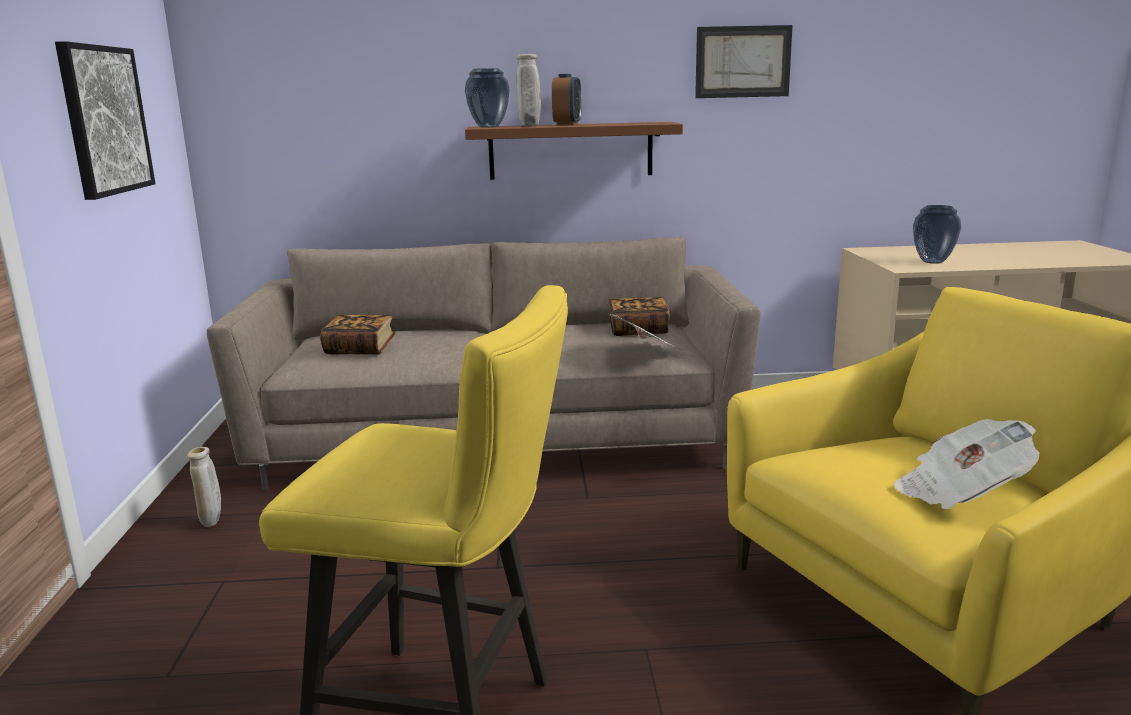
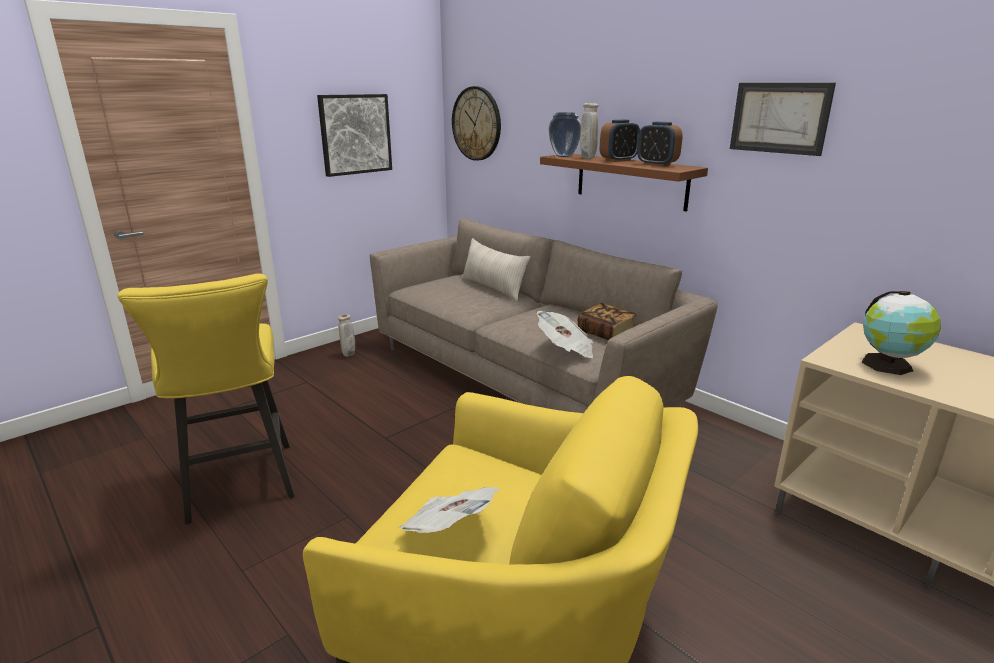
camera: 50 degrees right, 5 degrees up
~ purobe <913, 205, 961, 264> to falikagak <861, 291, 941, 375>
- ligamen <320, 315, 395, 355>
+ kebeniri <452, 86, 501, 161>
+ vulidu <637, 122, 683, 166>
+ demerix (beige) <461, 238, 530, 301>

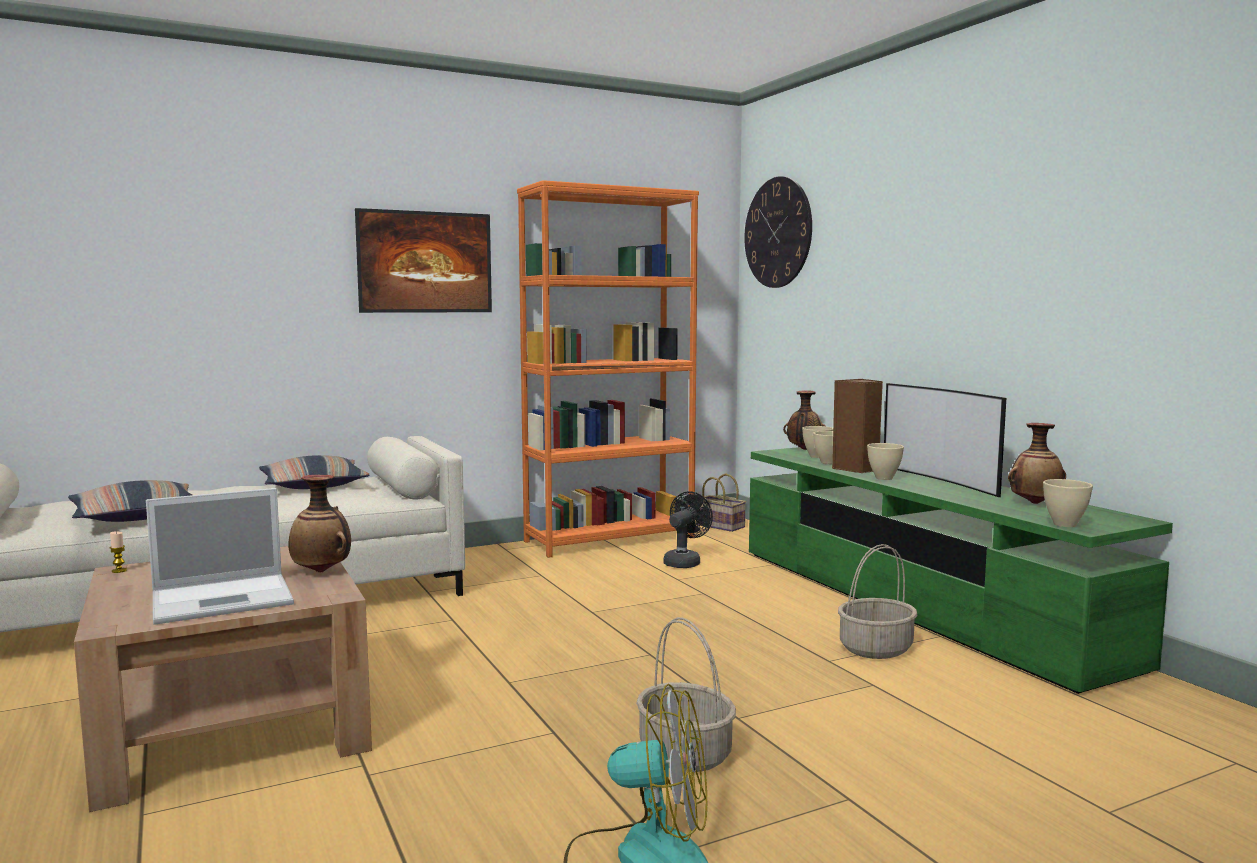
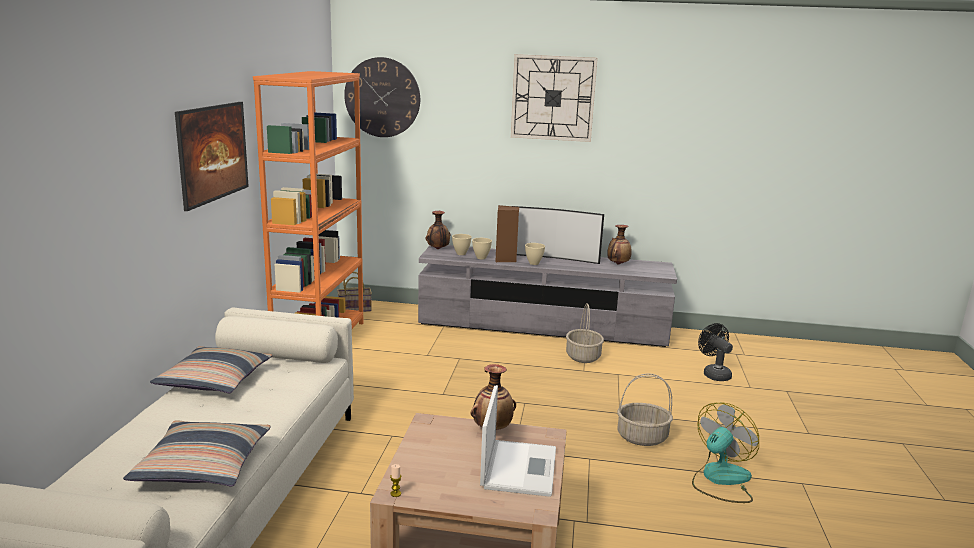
camera: 55 degrees left, 10 degrees up
~ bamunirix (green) <749, 447, 1173, 694> to bamunirix (grey) <418, 245, 677, 347>
- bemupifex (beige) <1043, 479, 1093, 527>
~ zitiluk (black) <663, 492, 713, 568> to <698, 323, 733, 381>
+ kebeniri <511, 54, 598, 142>

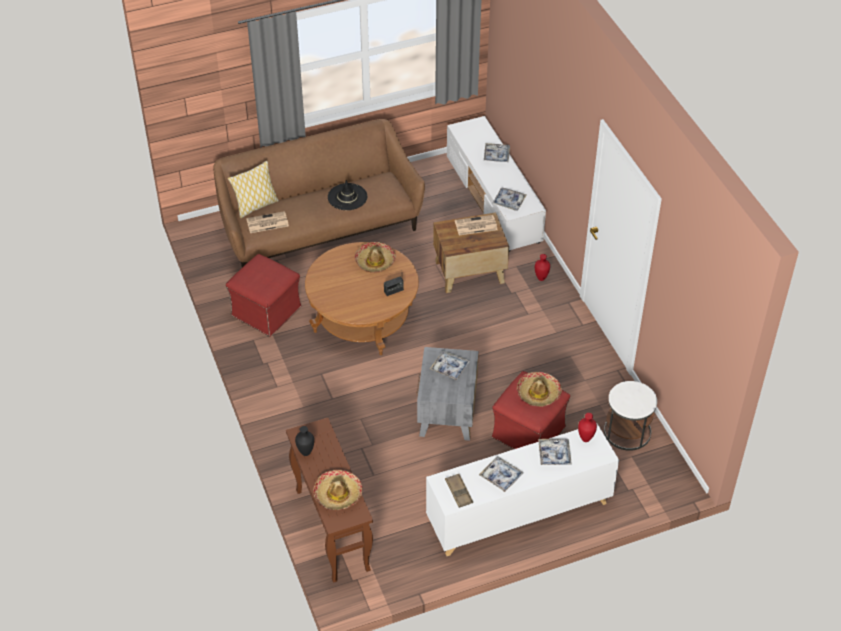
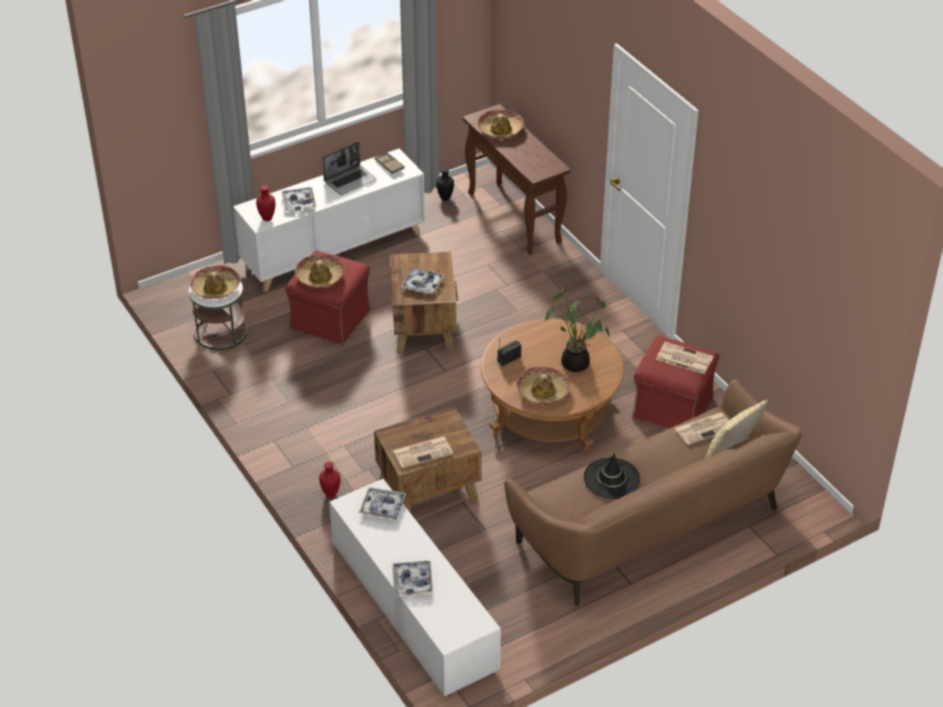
camera: 170 degrees right, 5 degrees down
~ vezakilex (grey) <417, 347, 479, 441> to vezakilex (brown) <390, 252, 458, 354>
~ purobe (black) <295, 426, 314, 456> to <436, 168, 454, 201>
~ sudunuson <479, 457, 524, 492> to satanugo <322, 142, 377, 195>
+ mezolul <190, 266, 241, 299>
+ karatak <545, 288, 610, 372>
+ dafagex <656, 342, 714, 374>

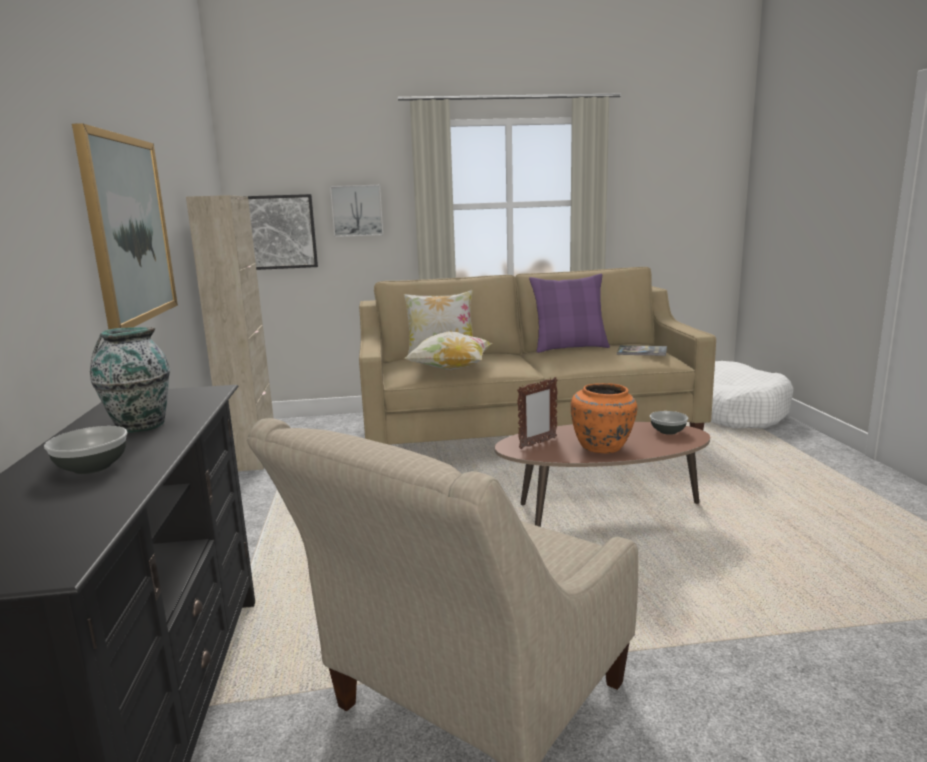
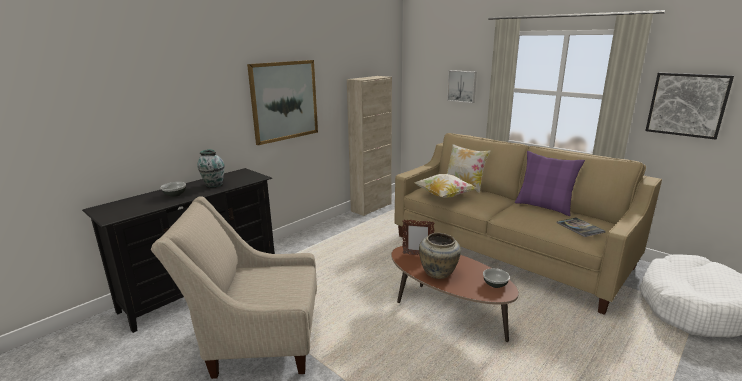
camera: 50 degrees right, 5 degrees up
~ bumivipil <245, 194, 318, 270> to <645, 73, 734, 140>
~ purobe (orange) <571, 383, 637, 453> to purobe (beige) <419, 233, 461, 279>

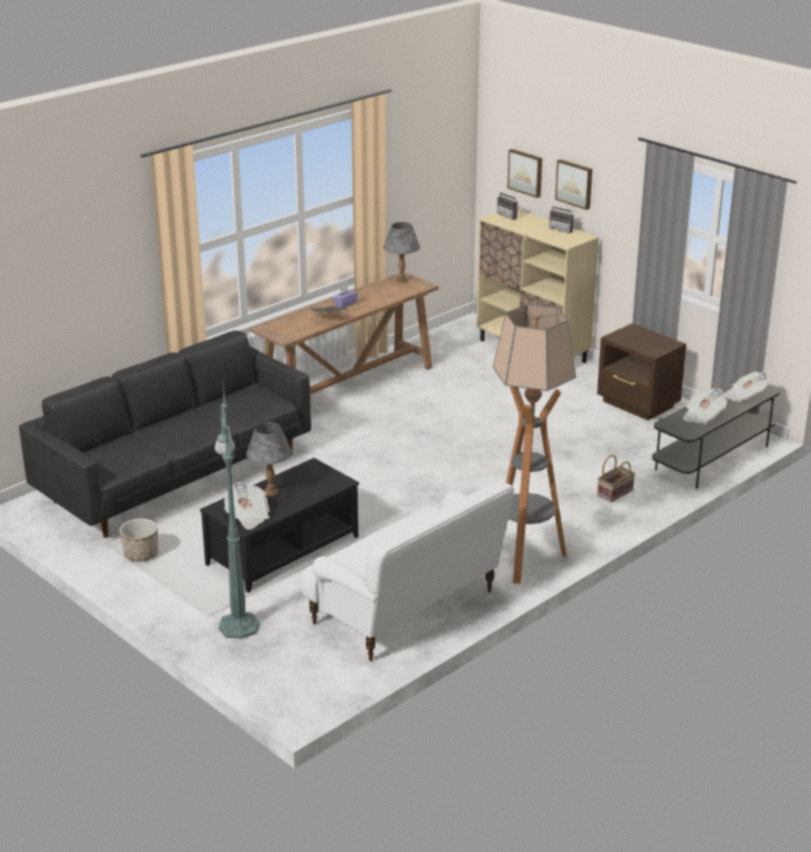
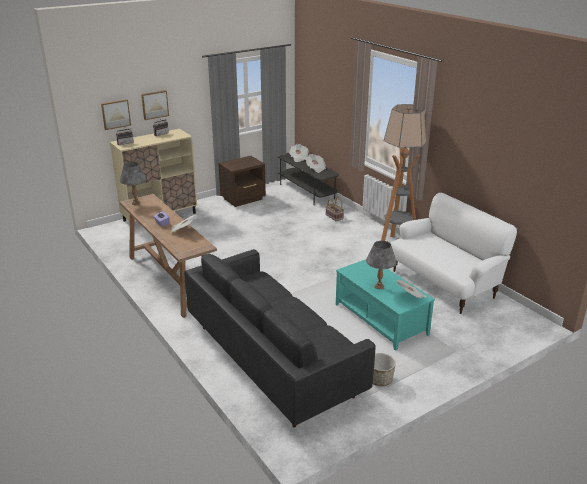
camera: 80 degrees left, 0 degrees up
- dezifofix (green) <215, 382, 260, 639>
~ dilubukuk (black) <200, 458, 359, 593> to dilubukuk (turquoise) <336, 259, 435, 351>

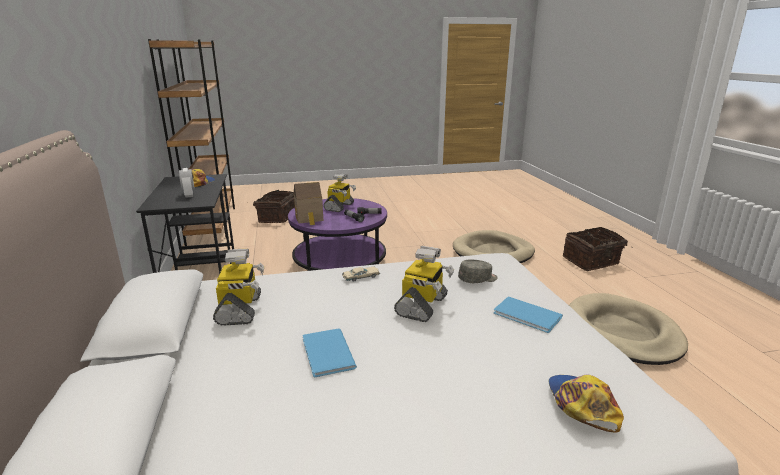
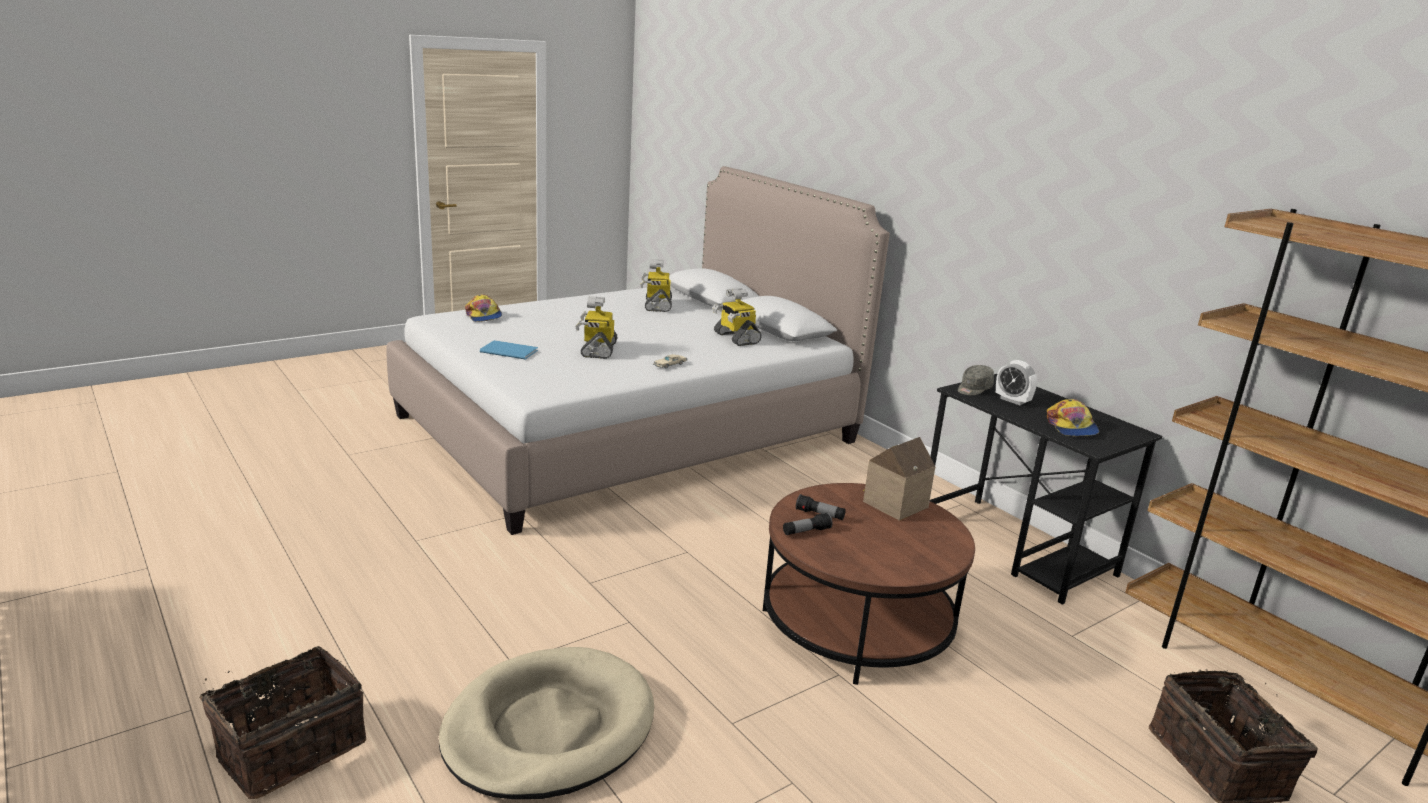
camera: 155 degrees right, 0 degrees up
~ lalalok <324, 173, 356, 212> to <640, 259, 672, 312>
~ dilubukuk (purple) <288, 198, 387, 271> to dilubukuk (brown) <763, 483, 975, 685>
~ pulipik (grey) <458, 260, 497, 283> to <958, 365, 994, 396>
- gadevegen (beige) <569, 293, 688, 365>
- ligamen (blue) <302, 328, 357, 377>

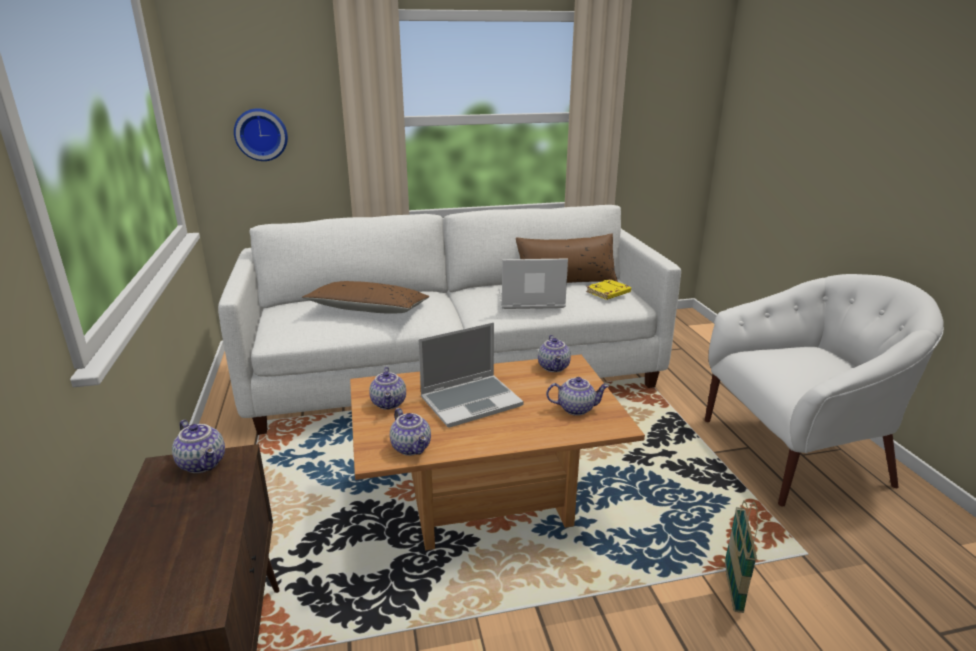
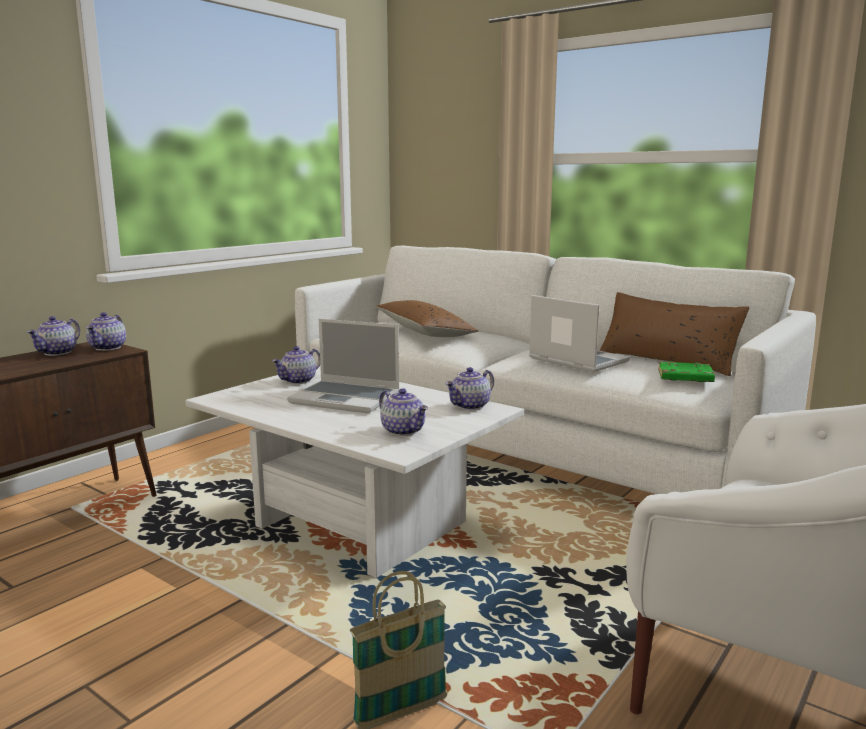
camera: 50 degrees right, 10 degrees down
- kebeniri <234, 108, 288, 161>
~ ligamen (yellow) <586, 279, 631, 300> to ligamen (green) <658, 361, 715, 382>
~ dilubukuk (brown) <350, 355, 645, 550> to dilubukuk (white) <185, 364, 524, 578>
~ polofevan <390, 408, 431, 456> to <27, 316, 80, 356>

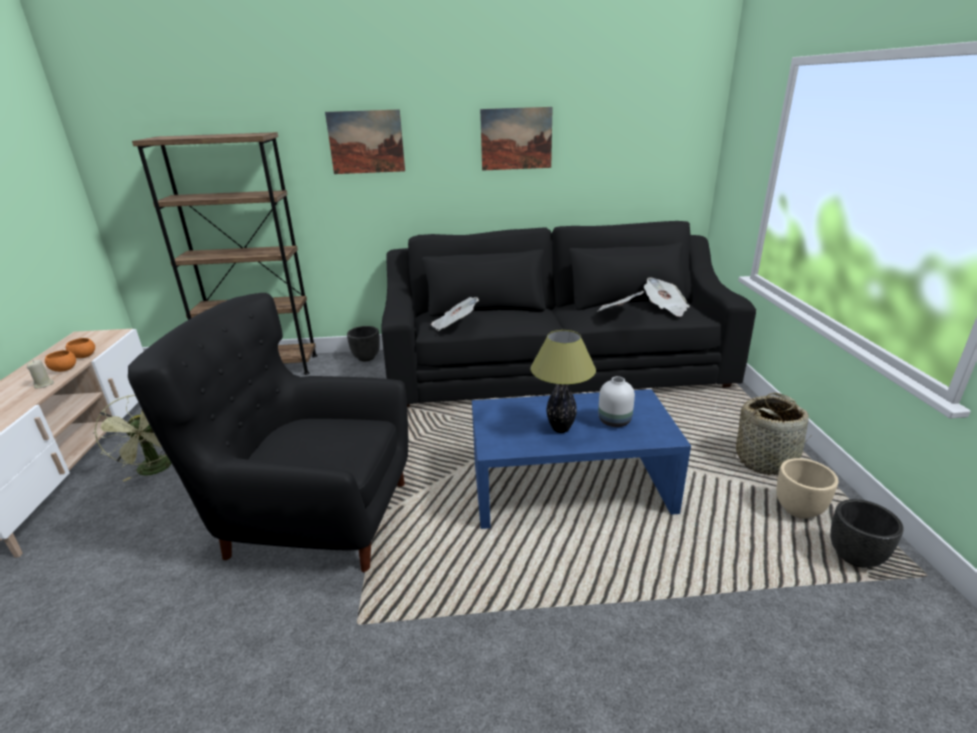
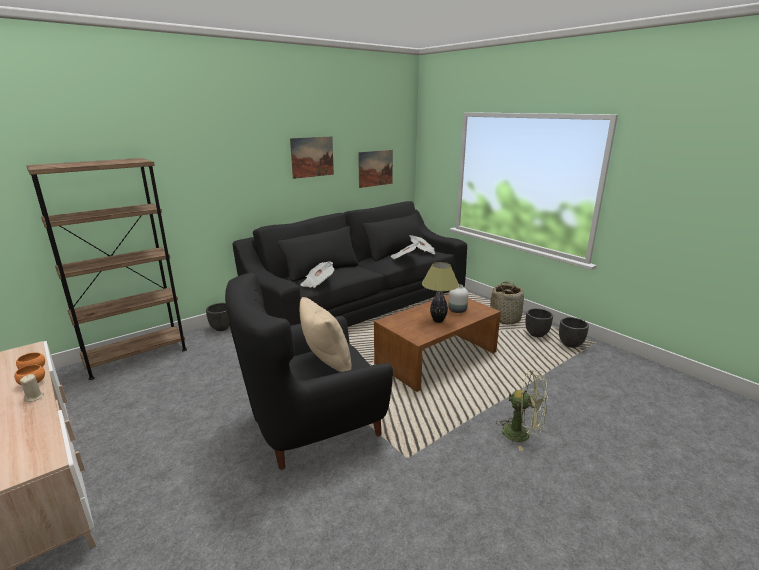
camera: 35 degrees left, 5 degrees down
~ bumivipil <325, 109, 405, 174> to <358, 150, 393, 188>
~ dilubukuk (blue) <472, 389, 691, 529> to dilubukuk (brown) <374, 295, 501, 392>
~ zitiluk (green) <94, 395, 172, 482> to <496, 370, 548, 451>
~ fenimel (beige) <776, 458, 838, 519> to fenimel (black) <525, 308, 553, 337>
+ demerix (beige) <299, 297, 352, 372>

